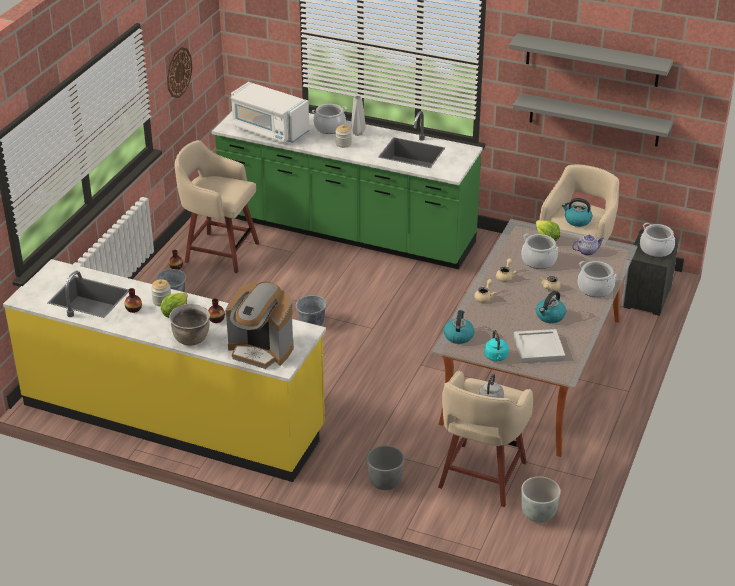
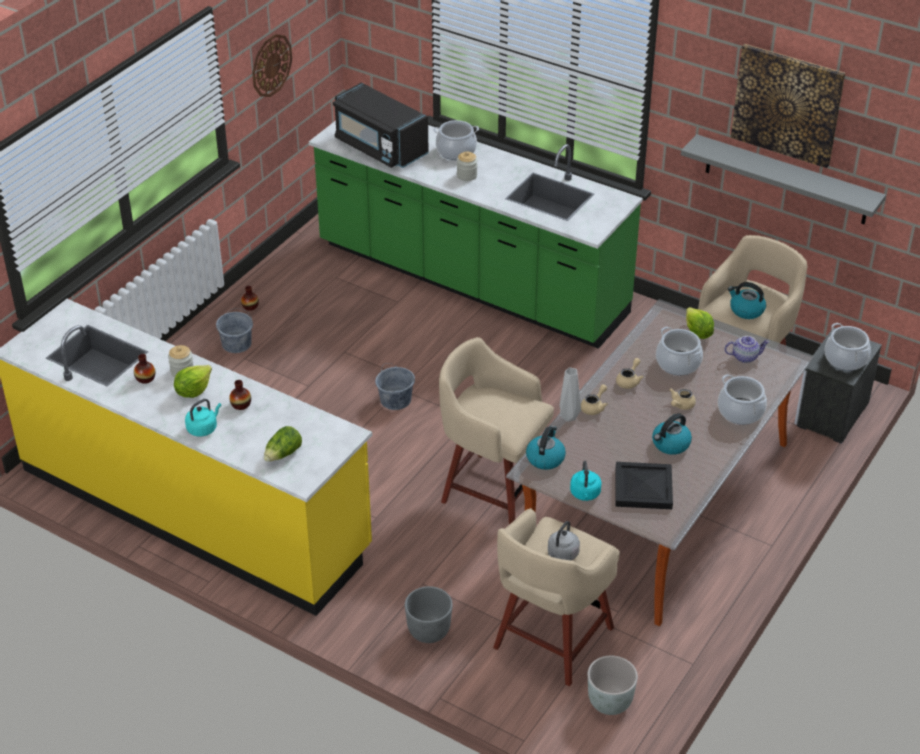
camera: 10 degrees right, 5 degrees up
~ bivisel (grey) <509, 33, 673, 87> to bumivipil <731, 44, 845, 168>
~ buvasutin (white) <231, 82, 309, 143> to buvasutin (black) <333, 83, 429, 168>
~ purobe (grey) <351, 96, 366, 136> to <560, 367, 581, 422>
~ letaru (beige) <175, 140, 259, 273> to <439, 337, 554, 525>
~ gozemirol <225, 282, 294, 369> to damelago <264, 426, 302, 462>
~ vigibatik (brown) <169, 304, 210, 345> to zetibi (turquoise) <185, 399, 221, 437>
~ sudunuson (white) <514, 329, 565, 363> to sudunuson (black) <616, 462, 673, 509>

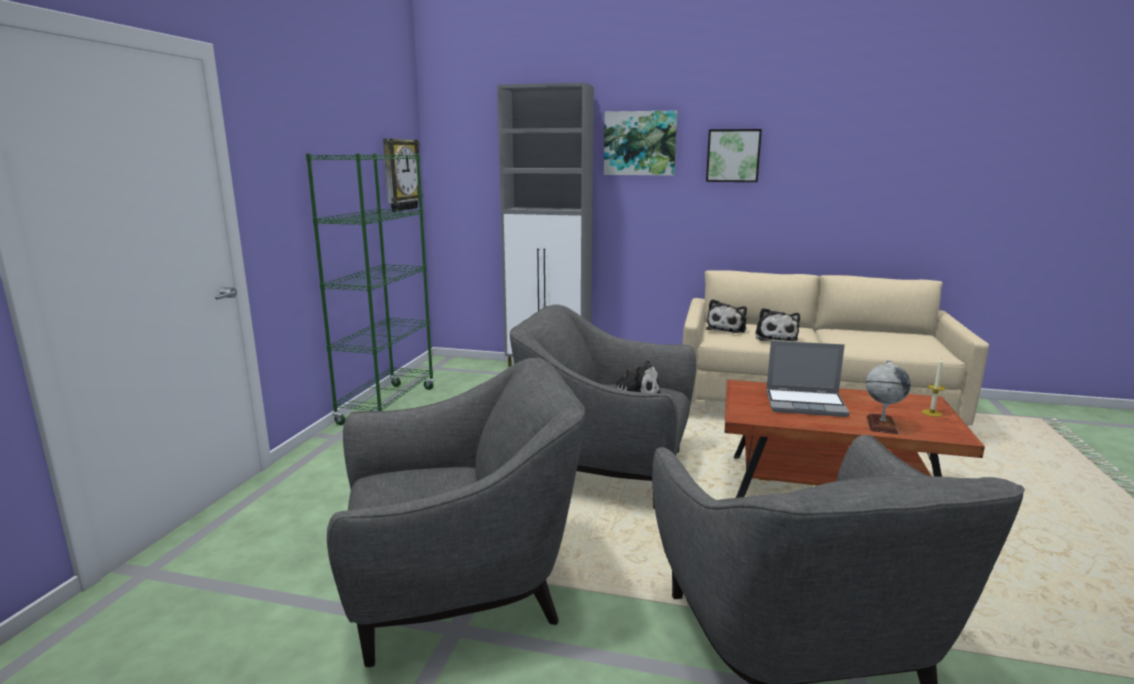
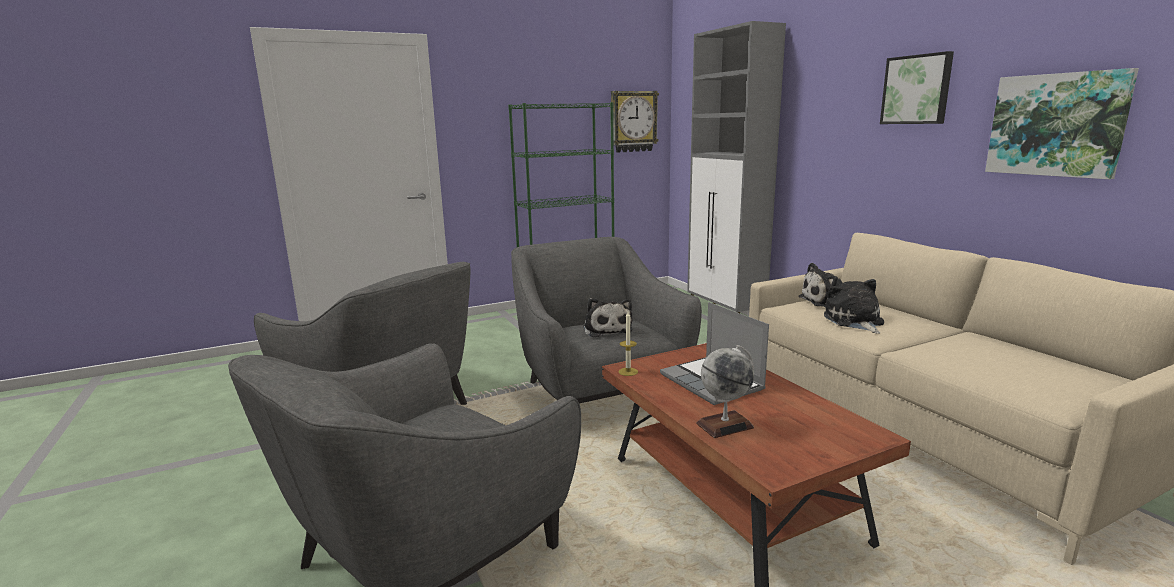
camera: 50 degrees right, 0 degrees up
~ bumivipil <604, 111, 677, 176> to <985, 68, 1139, 179>
~ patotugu <755, 308, 800, 341> = <824, 279, 884, 334> 120 degrees clockwise
~ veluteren <922, 357, 945, 417> to <618, 312, 638, 376>

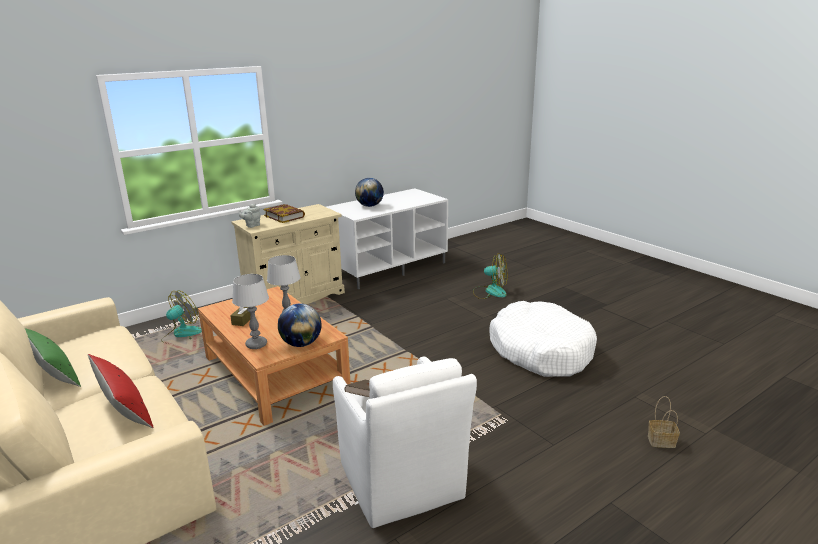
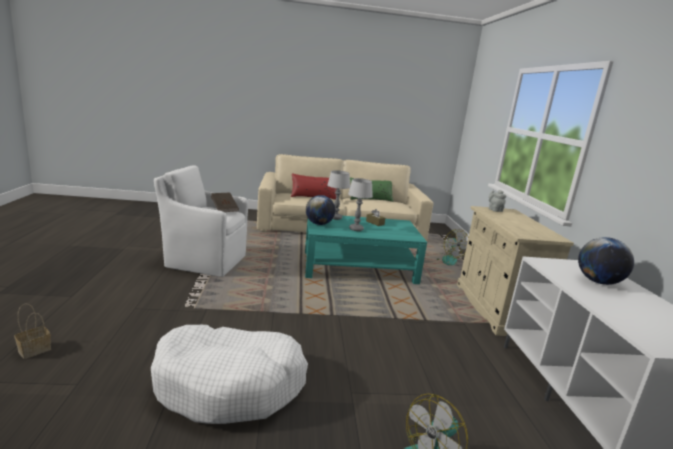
camera: 120 degrees right, 5 degrees down
- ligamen <263, 204, 305, 223>
~ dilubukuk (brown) <198, 286, 351, 426> to dilubukuk (turquoise) <305, 216, 427, 284>

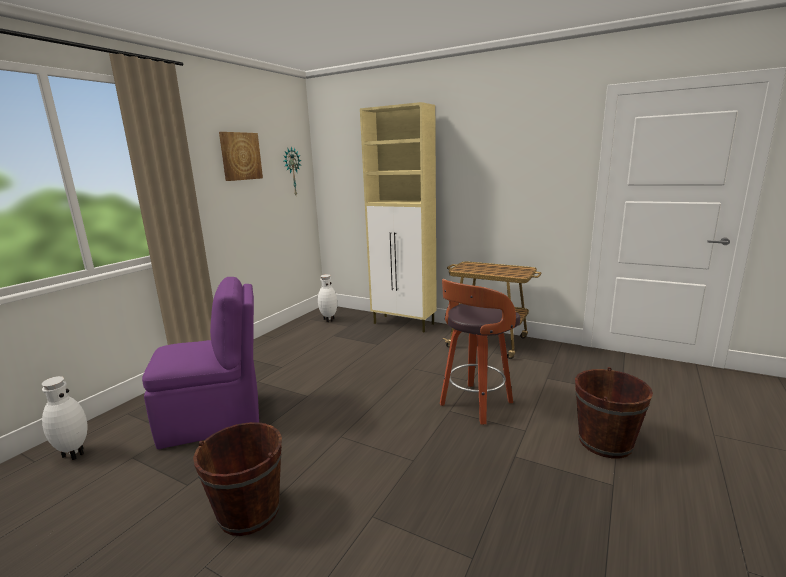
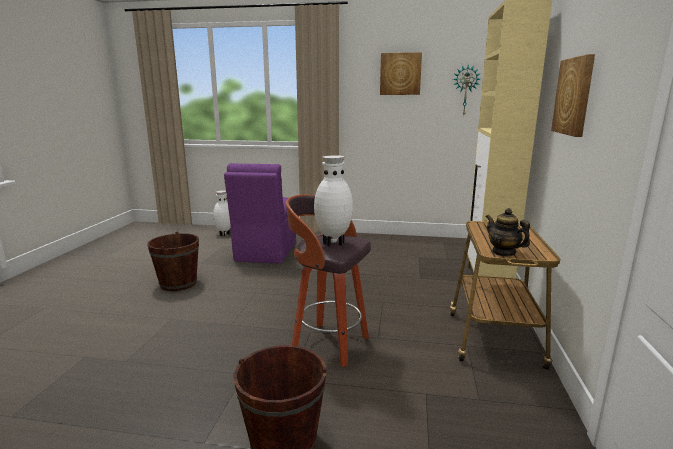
camera: 70 degrees right, 0 degrees up
~ purobe (white) <318, 274, 337, 322> to <314, 155, 353, 246>
~ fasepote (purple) <142, 277, 259, 449> = <224, 163, 296, 264> 45 degrees clockwise
+ bumivipil <551, 54, 595, 137>
+ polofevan <486, 208, 530, 256>

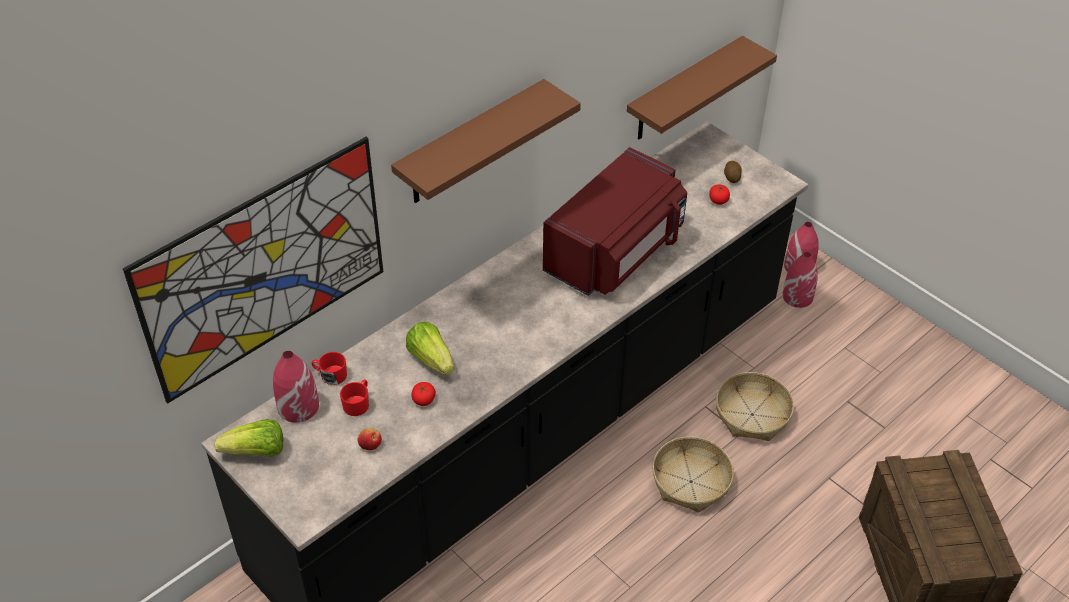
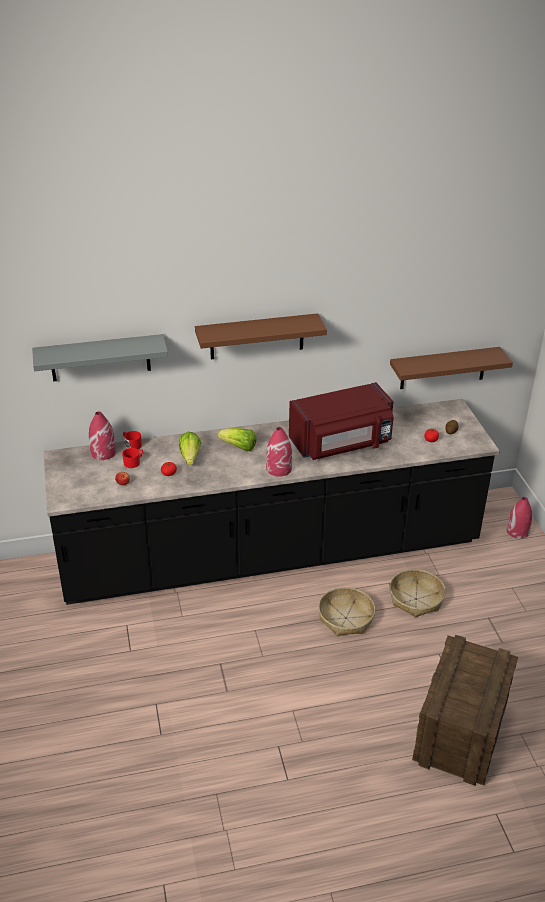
camera: 30 degrees right, 10 degrees down
~ bumivipil <123, 137, 383, 403> to bivisel (grey) <32, 334, 168, 381>
~ purobe (red) <782, 252, 818, 308> to <266, 427, 292, 477>
~ damelago <215, 419, 283, 457> to <218, 428, 256, 451>

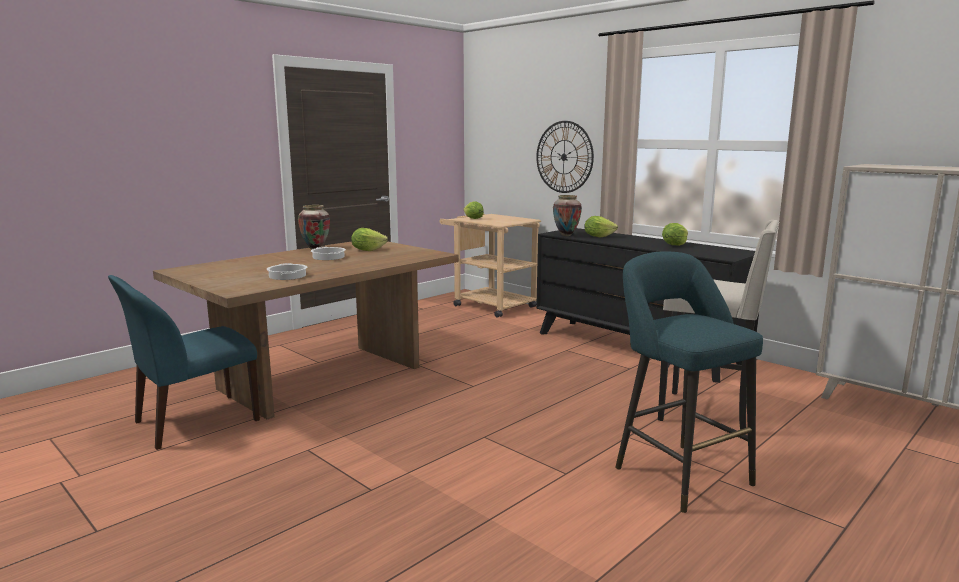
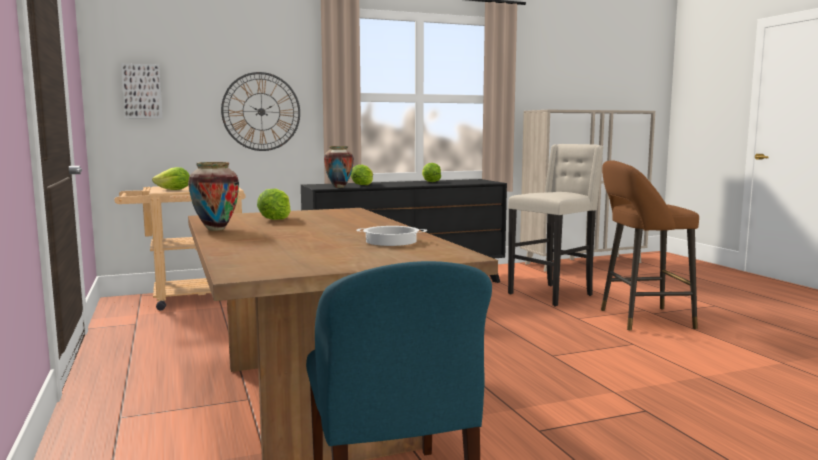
camera: 65 degrees left, 5 degrees down
- vigibatik <311, 247, 346, 260>
~ letaru (turquoise) <615, 251, 763, 513> to letaru (brown) <601, 160, 699, 331>
+ bumivipil <121, 64, 163, 119>

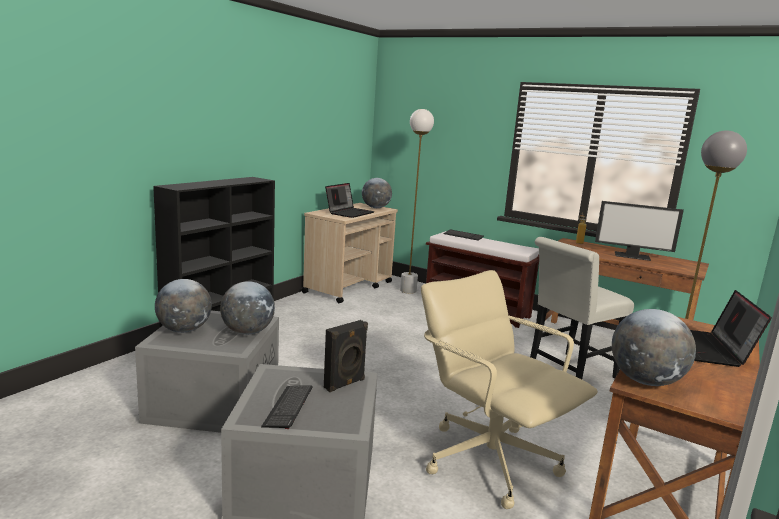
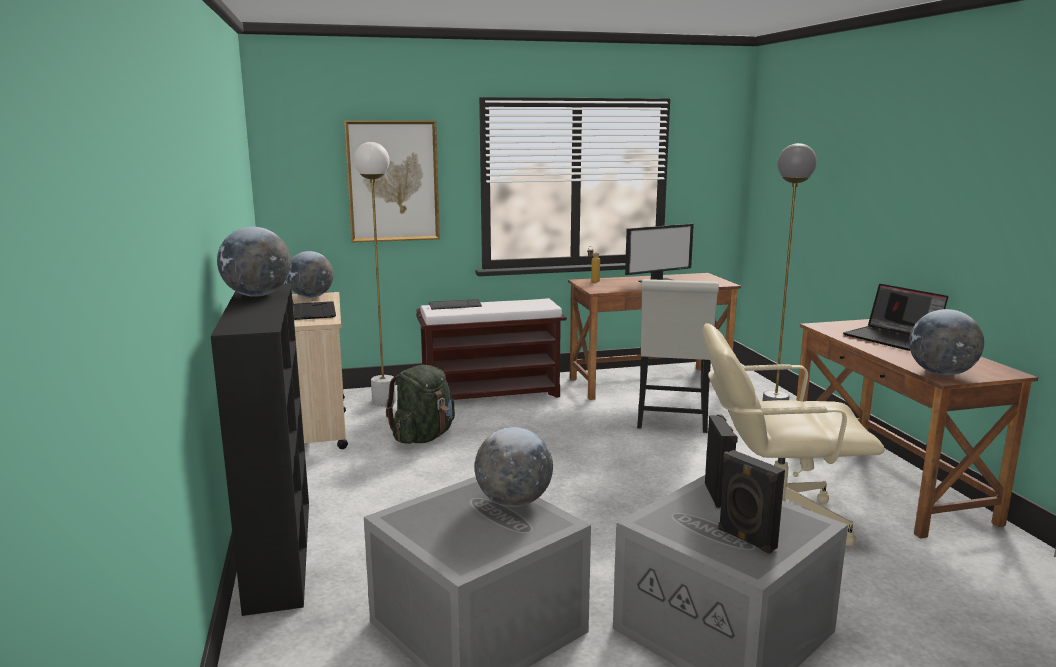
camera: 45 degrees left, 0 degrees up
~ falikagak <155, 279, 212, 333> to <217, 227, 291, 297>
~ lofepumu <261, 386, 313, 429> to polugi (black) <718, 450, 785, 554>
+ bumivipil <344, 120, 440, 242>
+ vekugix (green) <385, 365, 455, 444>

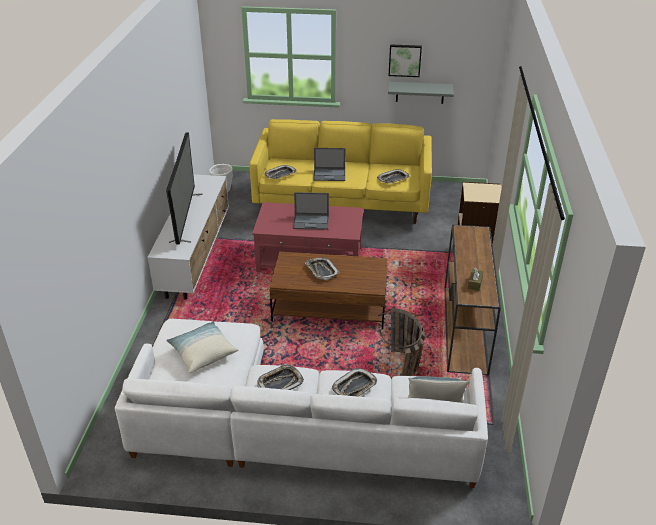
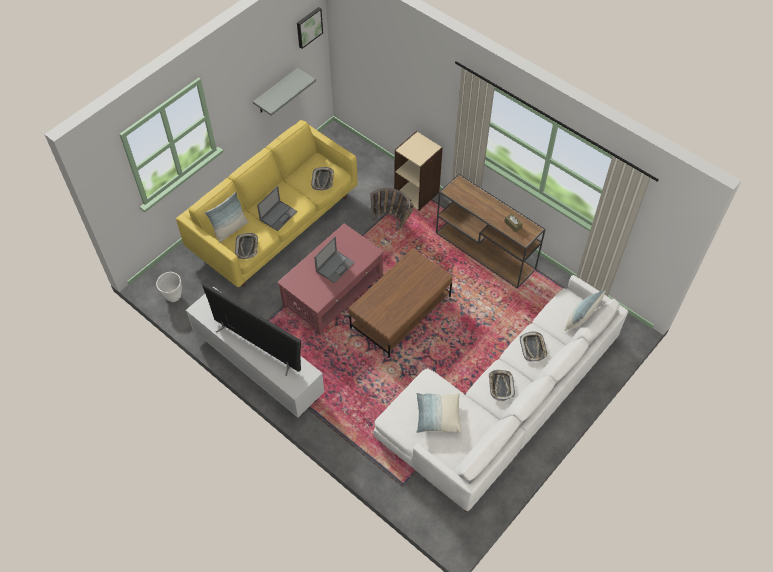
camera: 55 degrees left, 20 degrees up
~ bumivipil <388, 44, 422, 77> to <297, 7, 323, 49>
- sudunuson <305, 257, 339, 280>
~ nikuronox <378, 308, 425, 376> to <370, 188, 414, 229>
+ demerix <205, 192, 249, 243>

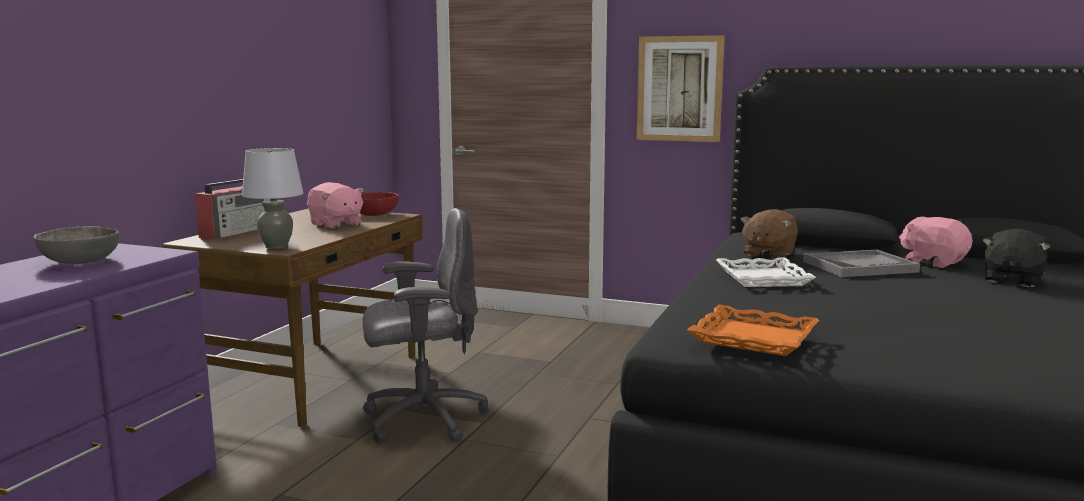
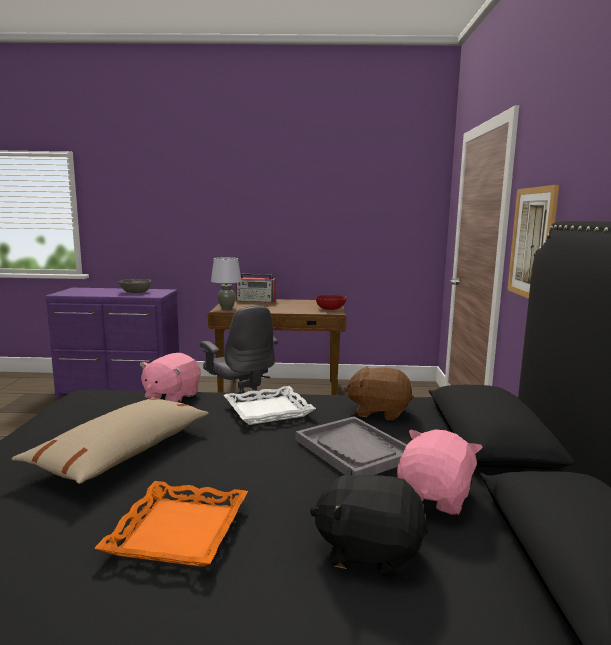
camera: 70 degrees right, 0 degrees up
~ patotugu (pink) <307, 182, 364, 229> to <140, 353, 201, 403>
~ sudunuson (orange) <687, 305, 819, 356> to <94, 481, 248, 567>
+ demerix (beige) <12, 397, 209, 484>

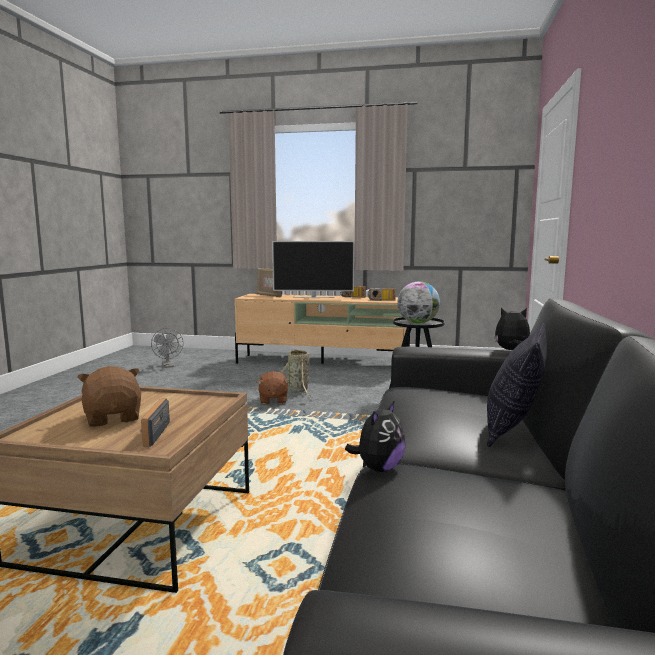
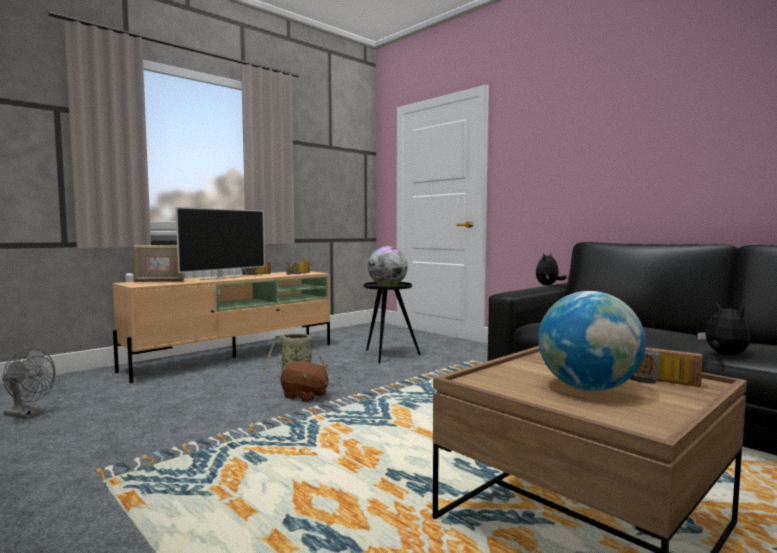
camera: 55 degrees left, 5 degrees down
- demerix <487, 323, 547, 447>
~ patotugu (brown) <77, 366, 141, 427> to falikagak <538, 291, 646, 391>

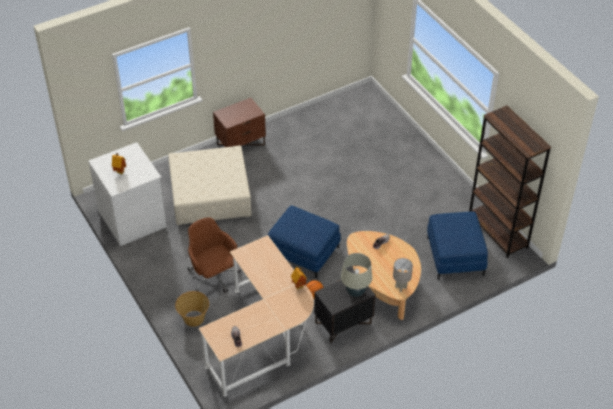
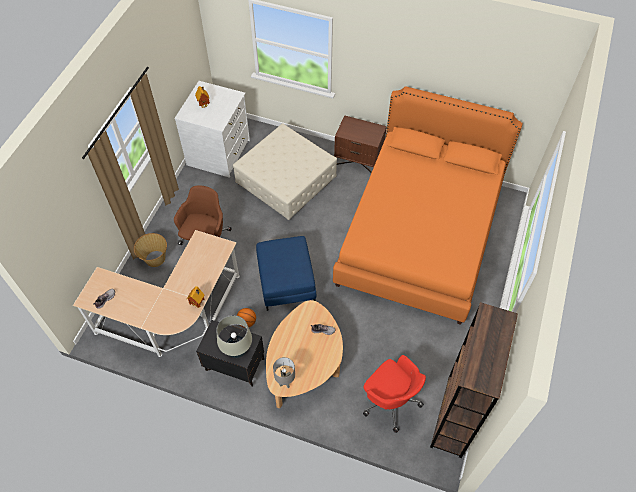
camera: 50 degrees right, 10 degrees up
~ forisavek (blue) <427, 211, 488, 280> to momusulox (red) <363, 355, 426, 433>
+ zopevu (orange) <333, 86, 522, 325>

